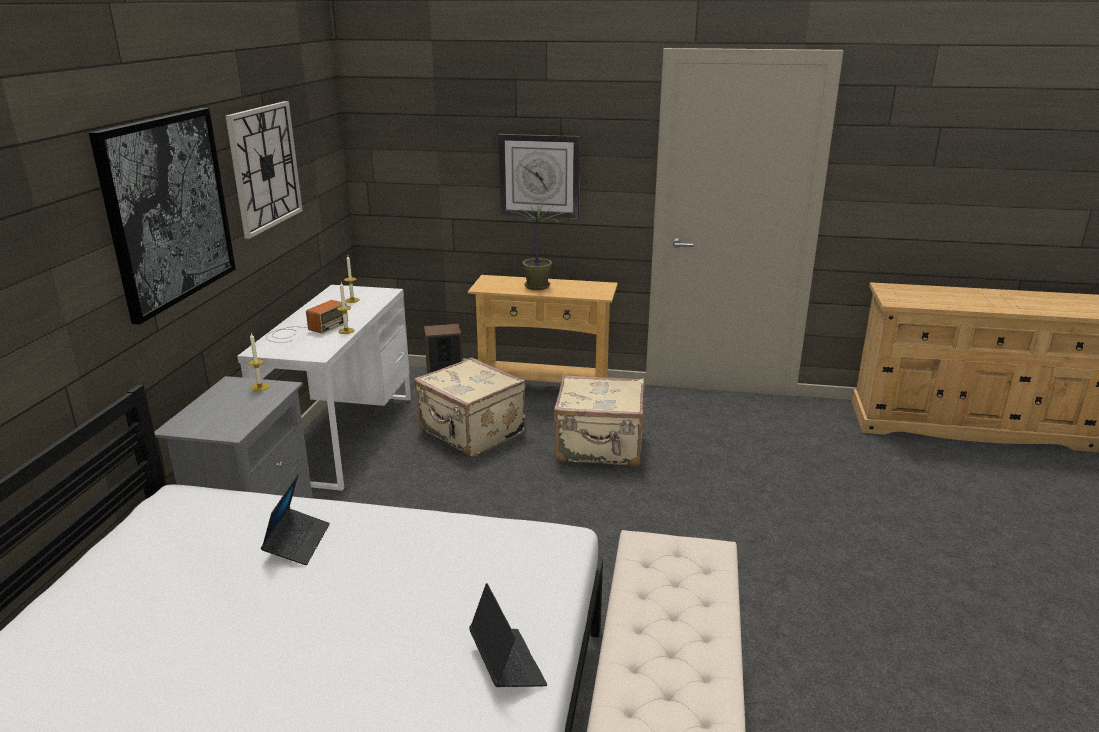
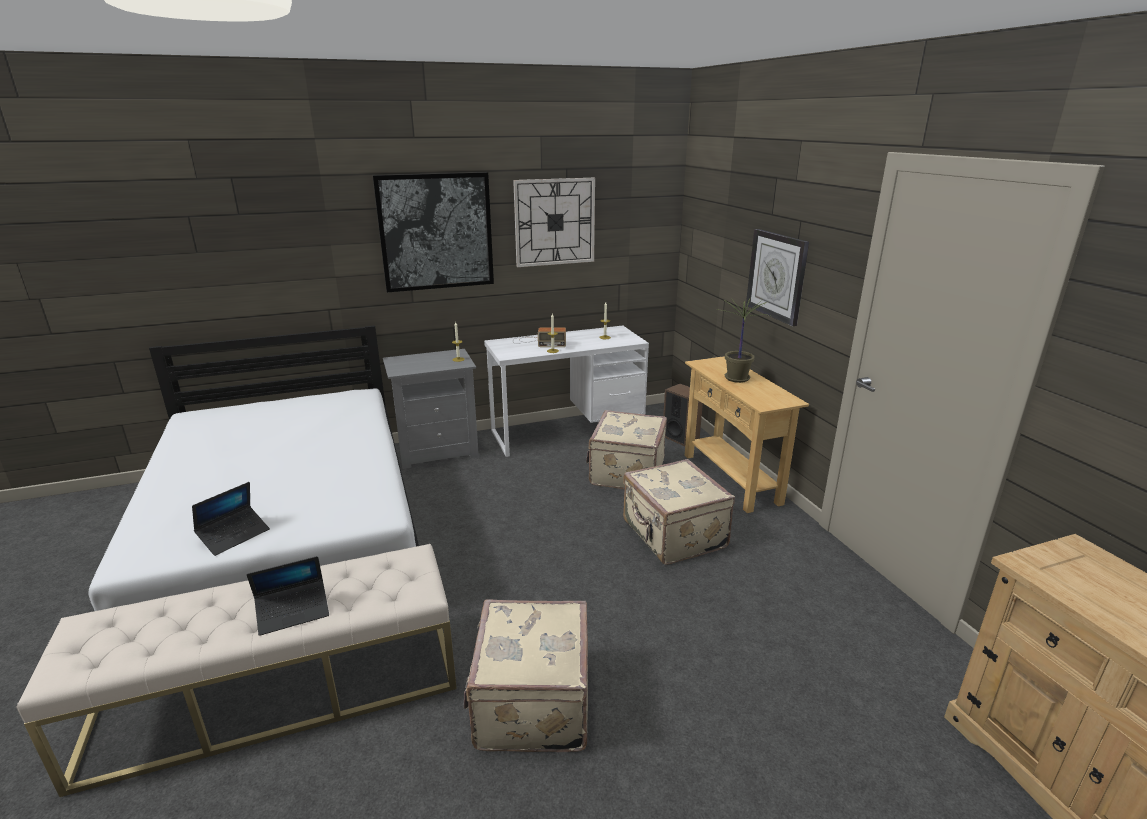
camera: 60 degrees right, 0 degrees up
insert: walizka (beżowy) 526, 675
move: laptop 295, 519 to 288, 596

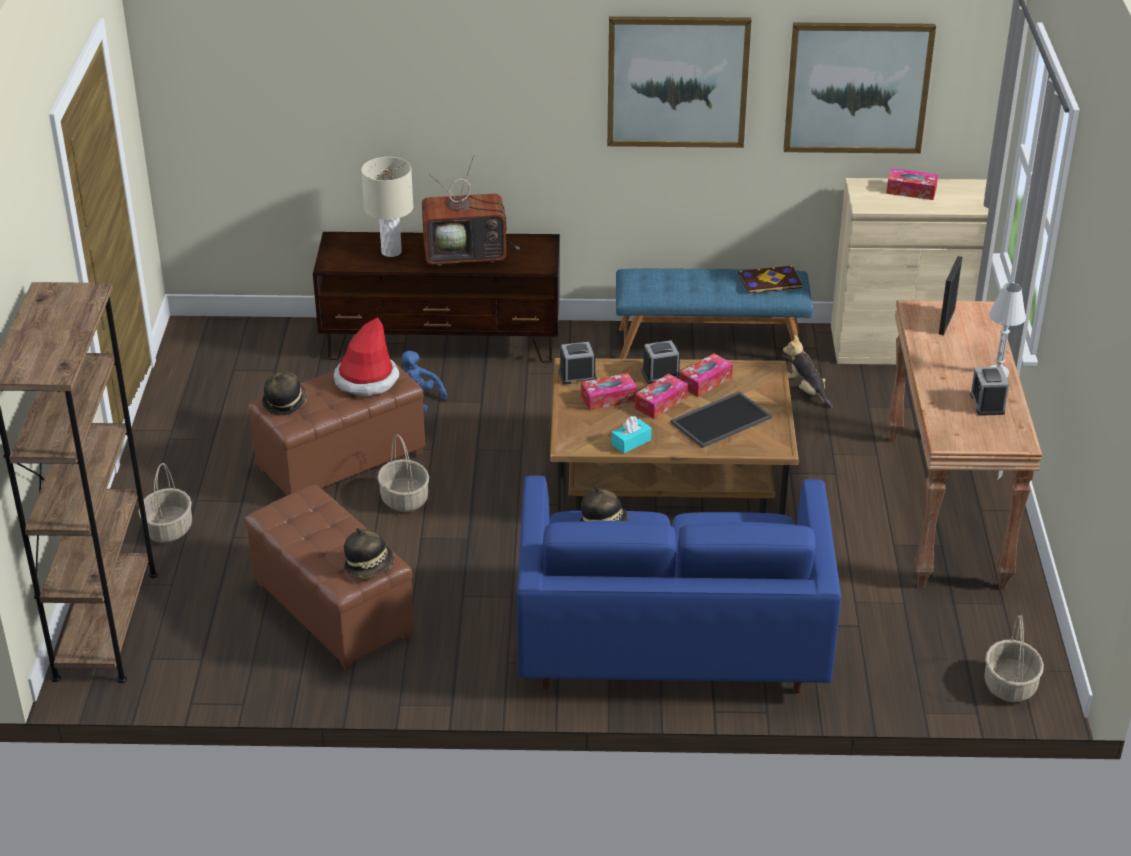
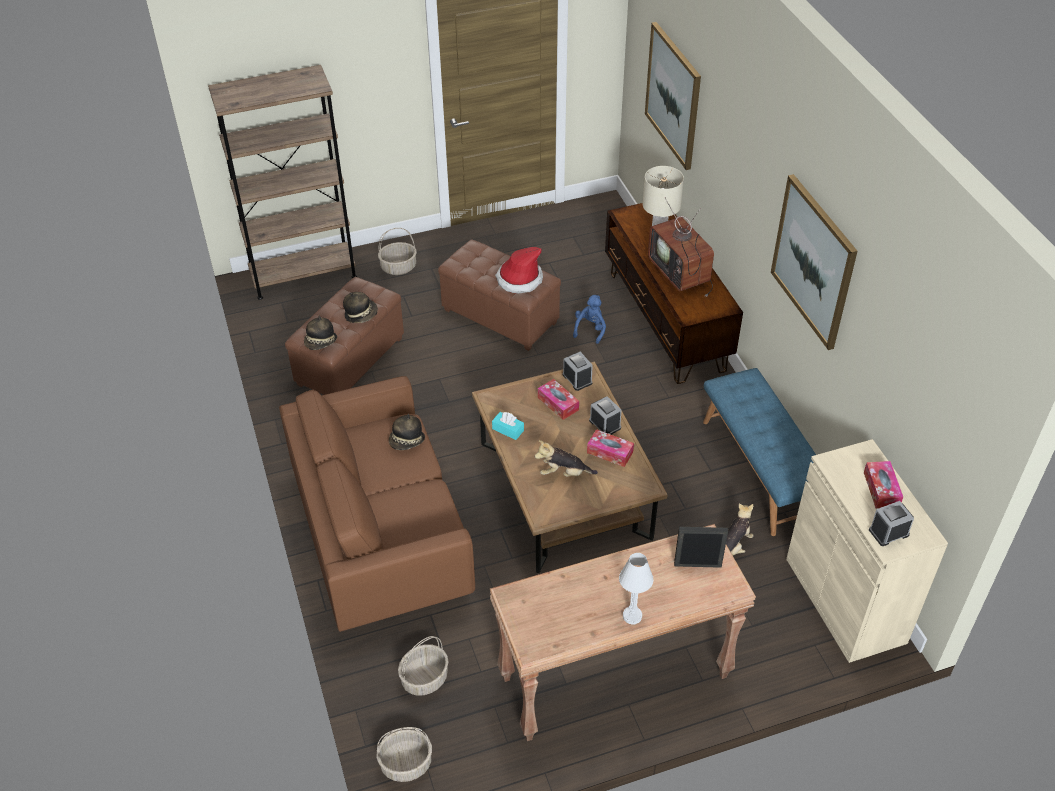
camera: 70 degrees right, 10 degrees up
delete: pudełko chusteczek 661, 396; książka 770, 279
move: kapelusz 285, 393 to 360, 307; koszyk 403, 473 to 423, 665; obraz 860, 88 to 673, 96; budzik 989, 391 to 891, 523
replace: taca 721, 419 to pluszak 566, 458
recolor: kanapa (niebieski) 679, 585 to kanapa (brązowy) 377, 504

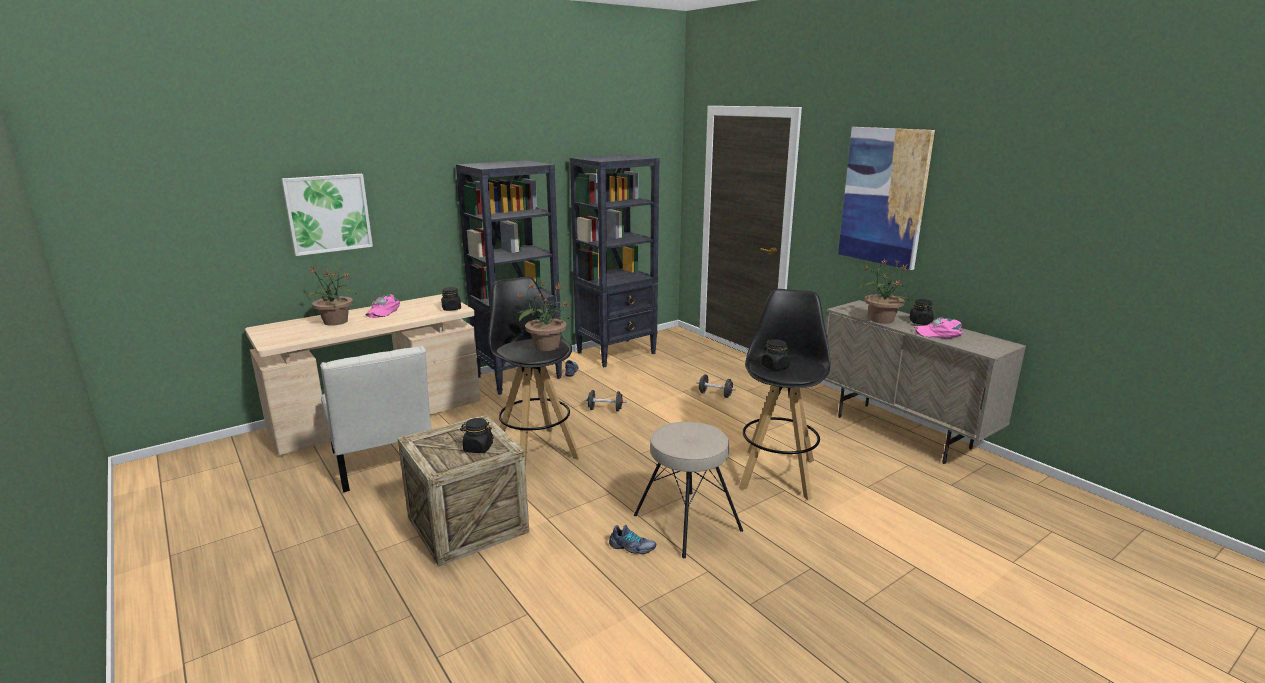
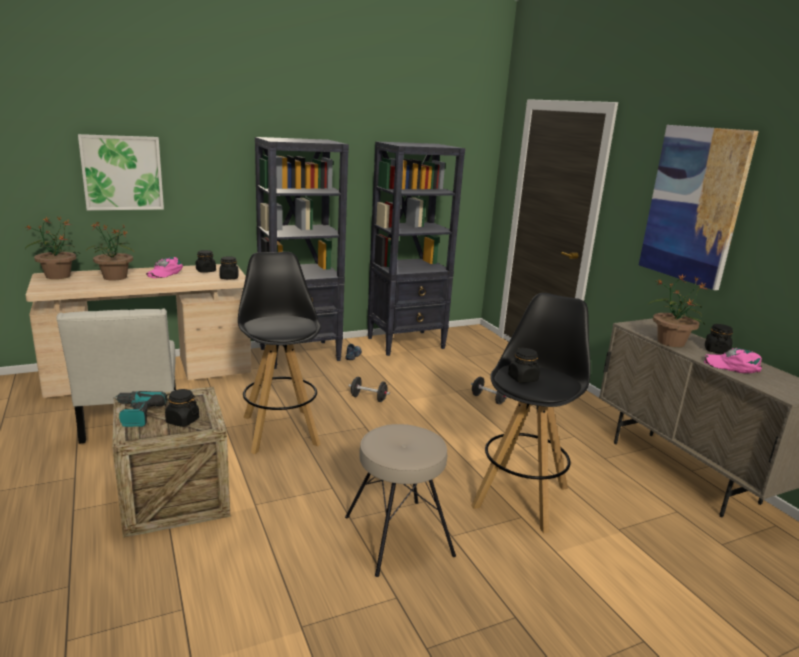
camera: 10 degrees right, 0 degrees up
delete: but 632, 539
insert: wiertarka 140, 409; słoik (czarny) 206, 261
move: roślina doniczkowa 543, 316 to 52, 248

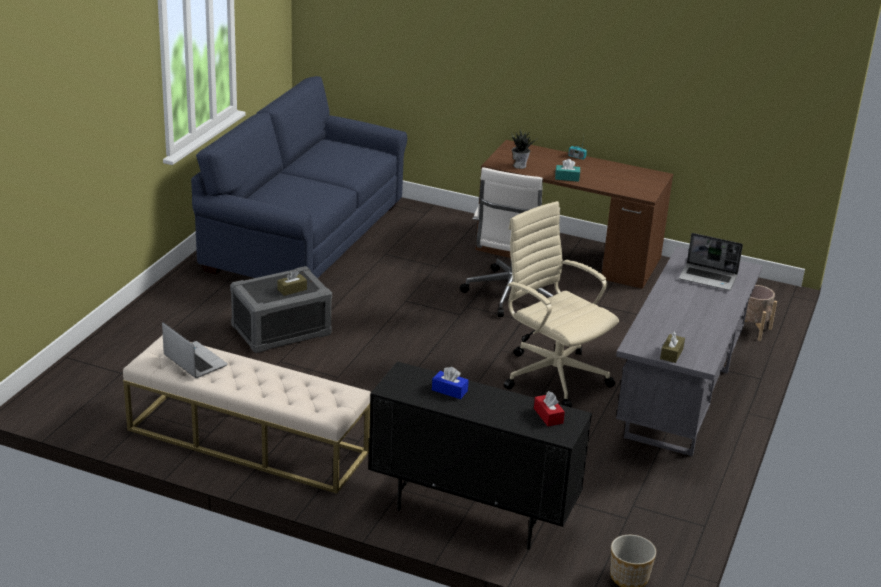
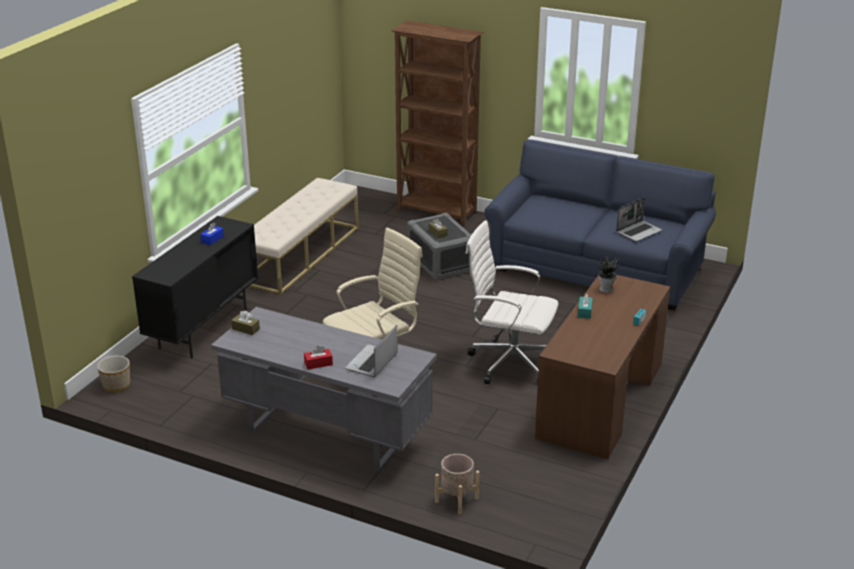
camera: 95 degrees right, 0 degrees up
insert: regał (brązowy) 437, 123
move: laptop 195, 350 to 639, 220; pudełko chusteczek (czerwony) 549, 408 to 318, 357

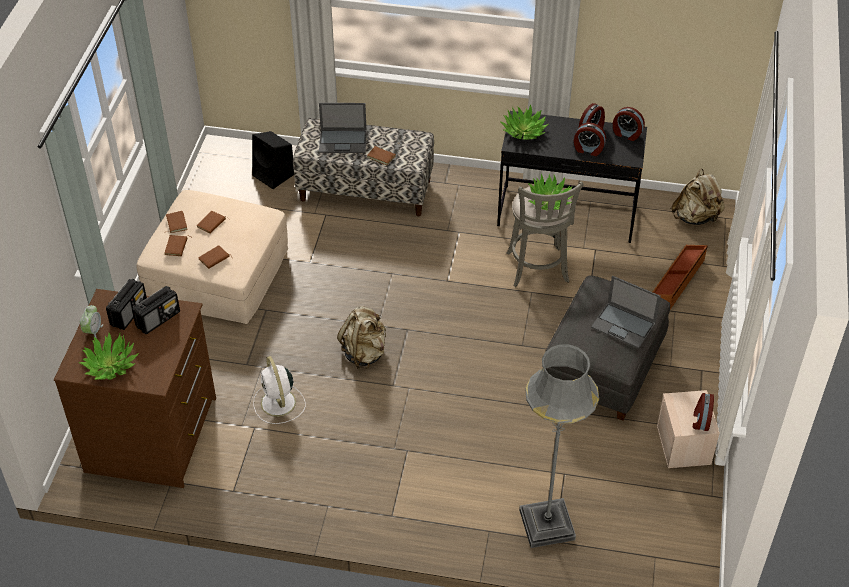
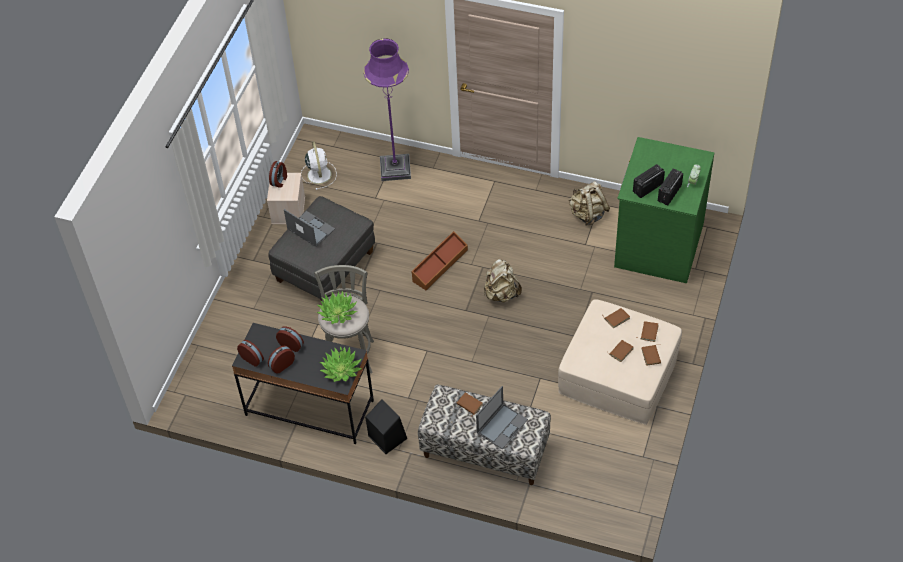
camera: 170 degrees left, 5 degrees up
delete: roślina doniczkowa 109, 356
move: głośnik (czarny) 273, 160 to 386, 426; wentylator (biały) 279, 390 to 319, 165; pojemnik do przechowywania (brązowy) 680, 277 to 439, 260; plecak (beżowy) 698, 197 to 589, 203
recolor: komoda (brązowy) 135, 388 to komoda (zielony) 664, 210; lampa stojąca (szary) 559, 446 to lampa stojąca (fioletowy) 387, 109
rotate: laptop 343, 128 = 502, 417 120 degrees clockwise

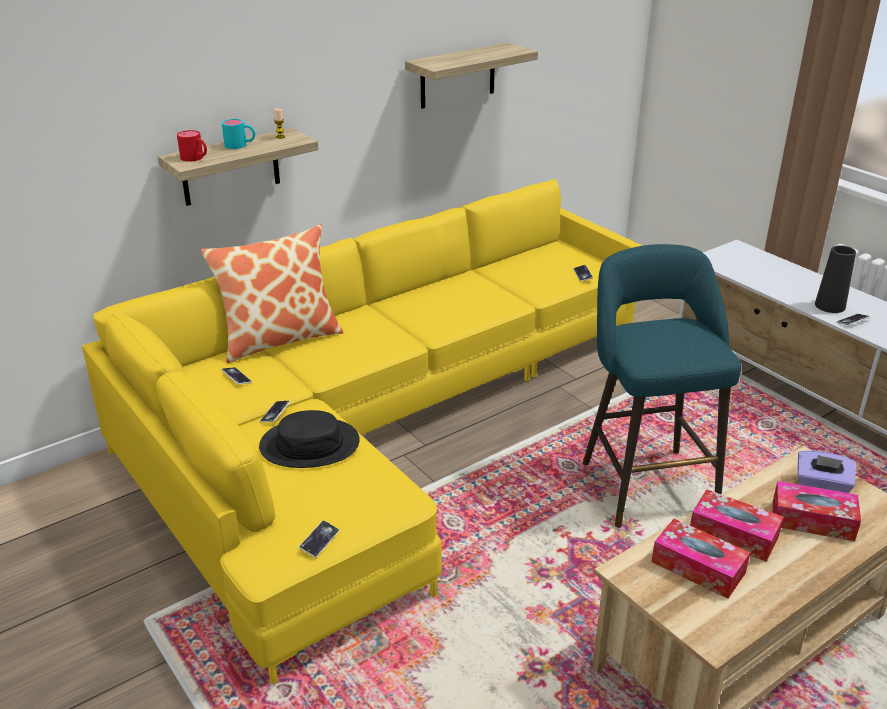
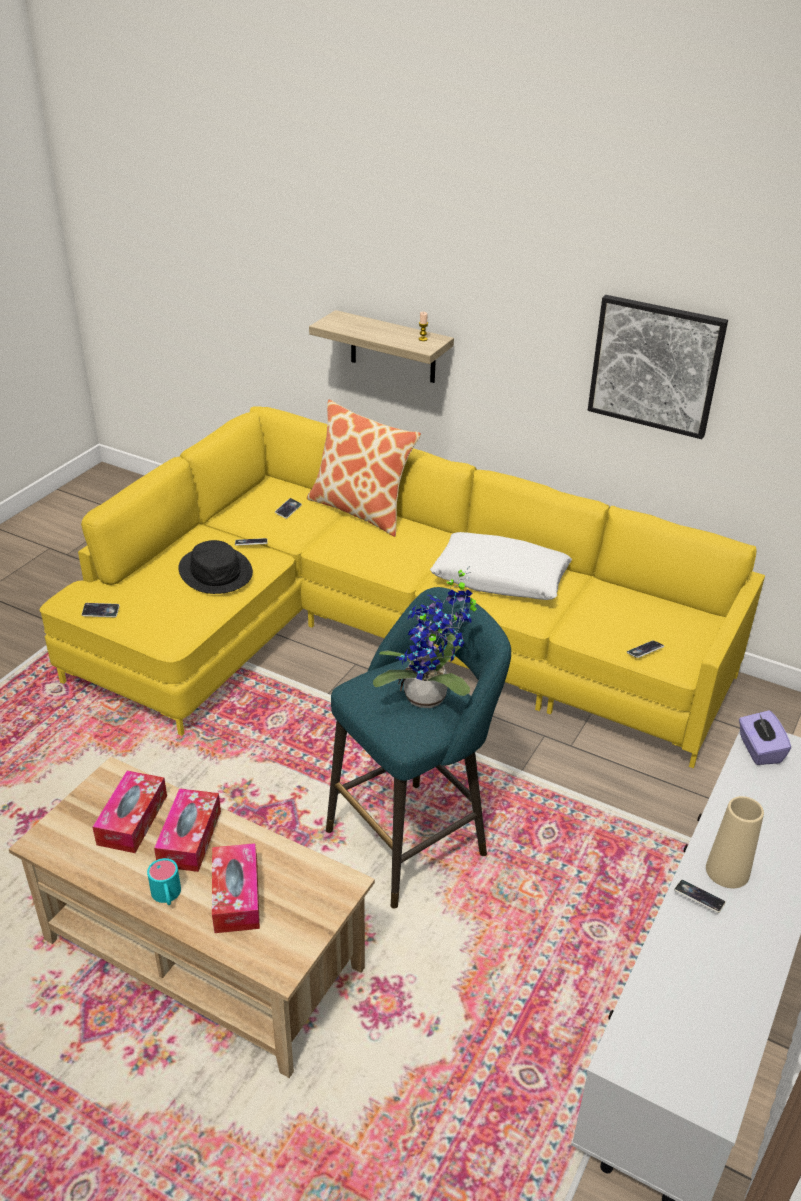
camera: 65 degrees right, 5 degrees up
delete: kubek (czerwony) 192, 146
insert: roślina doniczkowa 425, 637; poduszka (biały) 501, 566
move: kubek (turkusowy) 238, 134 to 164, 881; pudełko chusteczek (fioletowy) 827, 471 to 765, 737
replace: półka 471, 75 to obraz 658, 367
recolor: wazon (czarny) 835, 279 to wazon (beżowy) 735, 842

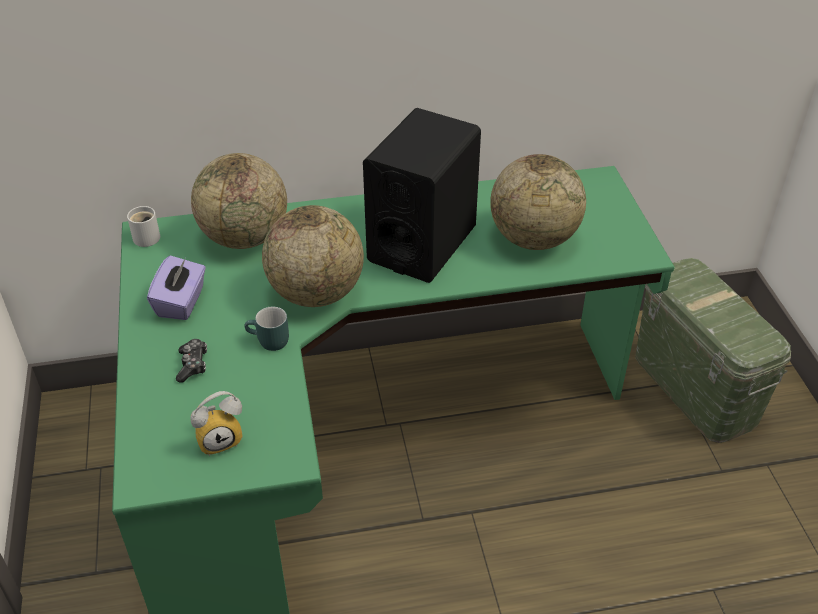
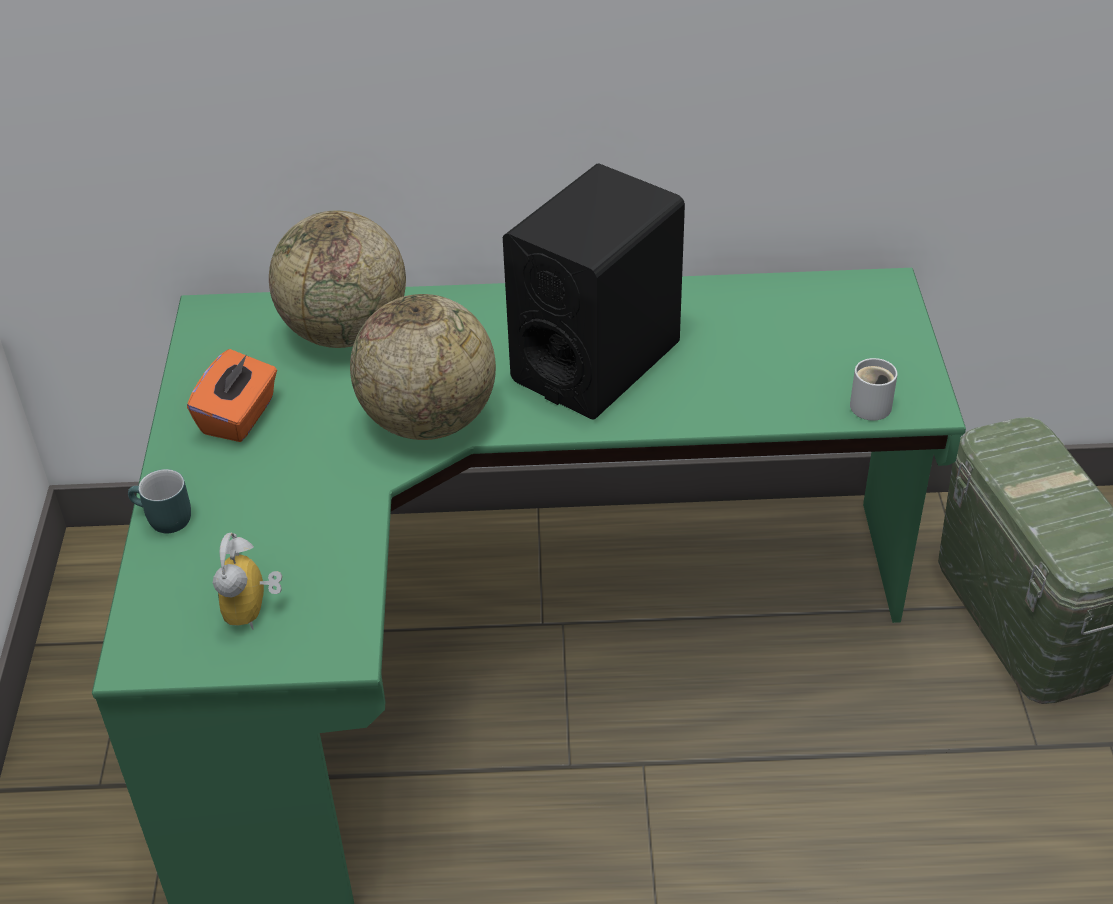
camera: 10 degrees right, 0 degrees up
delete: pad do gier 191, 361; globus 538, 202
move: kubek (biały) 143, 226 to 873, 389; kubek (turkusowy) 266, 328 to 159, 501
recolor: pudełko chusteczek (fioletowy) 176, 287 to pudełko chusteczek (pomarańczowy) 232, 395
rotate: budzik 216, 423 = 247, 581 105 degrees clockwise

